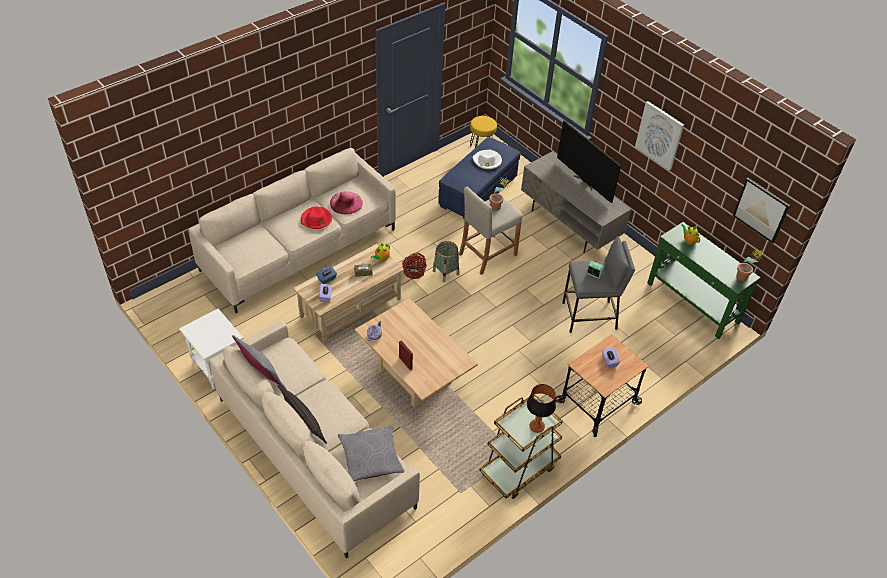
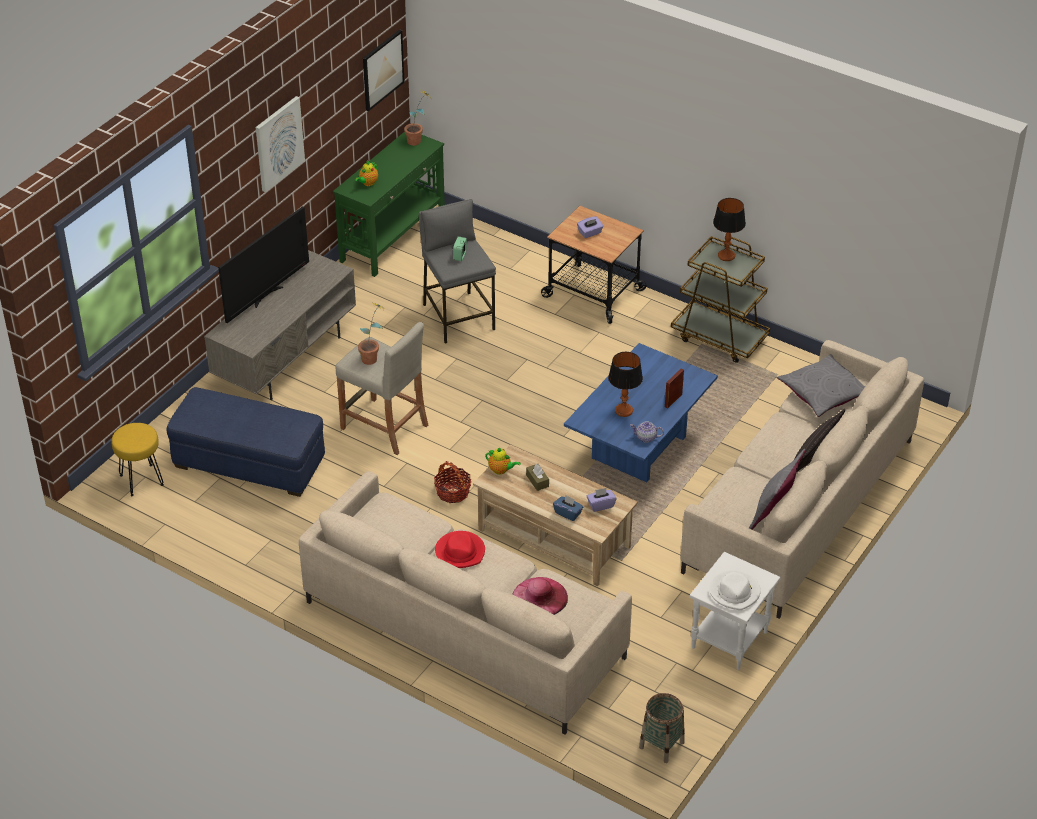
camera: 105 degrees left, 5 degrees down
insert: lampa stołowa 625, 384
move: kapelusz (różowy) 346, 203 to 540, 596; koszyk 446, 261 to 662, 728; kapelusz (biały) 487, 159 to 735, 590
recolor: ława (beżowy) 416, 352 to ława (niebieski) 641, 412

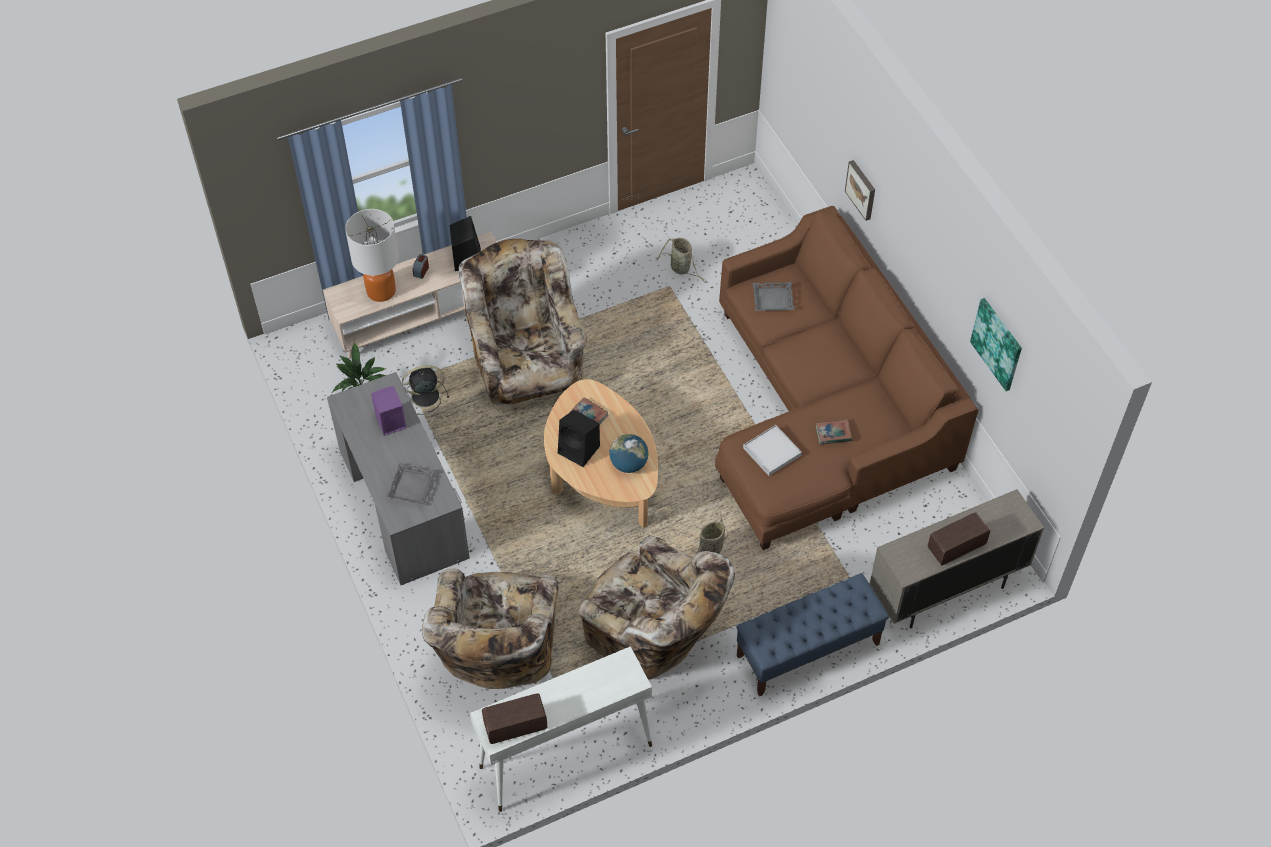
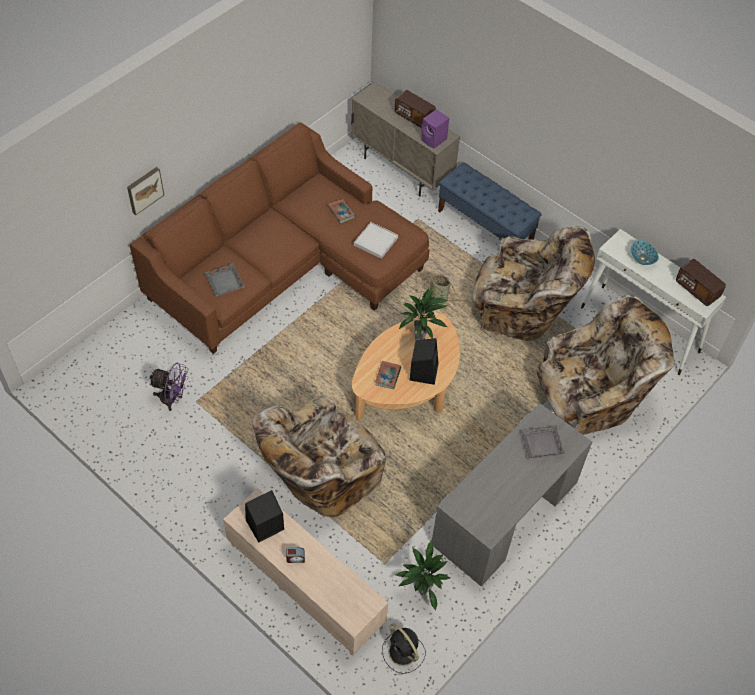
camera: 115 degrees left, 0 degrees up
delete: lampa stołowa 372, 255; obraz 996, 344
insert: miska 645, 252
move: głośnik (fioletowy) 388, 411 to 435, 129; wentylator (czarny) 425, 390 to 404, 648
replace: globus 628, 453 to roślina doniczkowa 423, 313; koszyk 682, 260 to wentylator (fioletowy) 169, 387
rotate: fotel (beżowy) 657, 607 = 533, 283 90 degrees clockwise

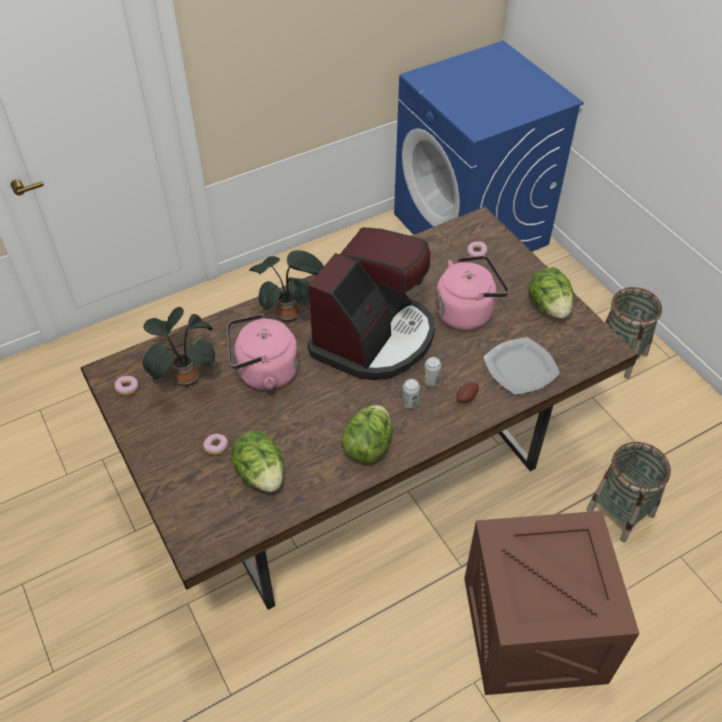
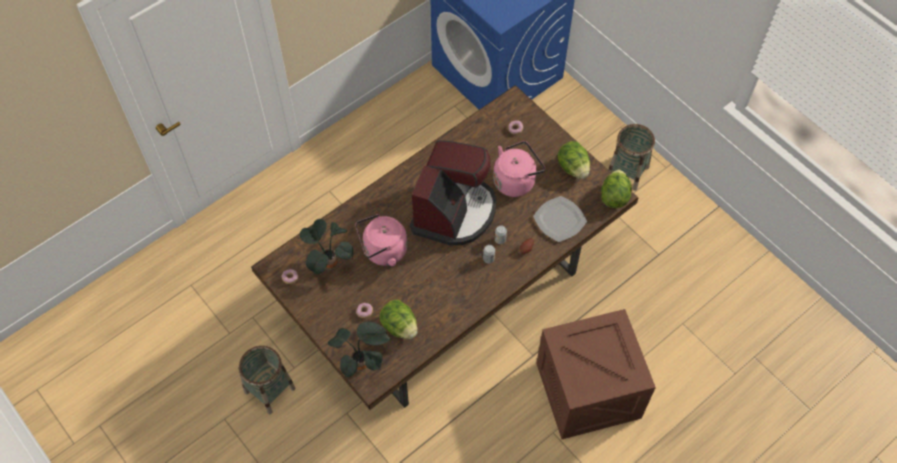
camera: 10 degrees left, 10 degrees up
move: roślina doniczkowa 286, 286 to 359, 349; sałata 367, 434 to 616, 189; koszyk 628, 492 to 266, 380

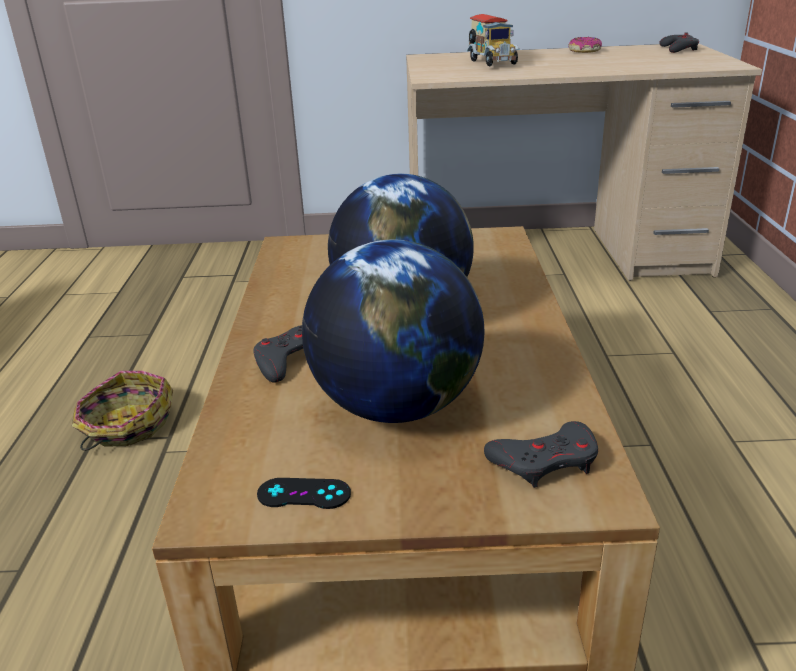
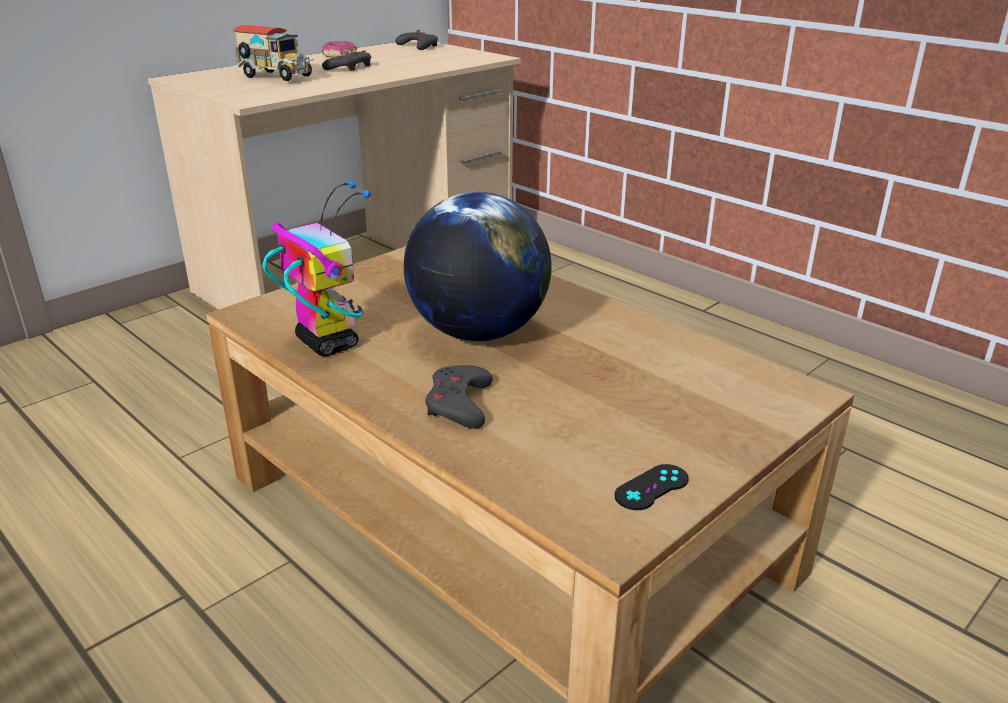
camera: 45 degrees left, 0 degrees up
delete: koszyk 122, 411; globus 393, 331
insert: robot zabawkowy 316, 268
move: pad do gier (szary) 541, 454 to 346, 60

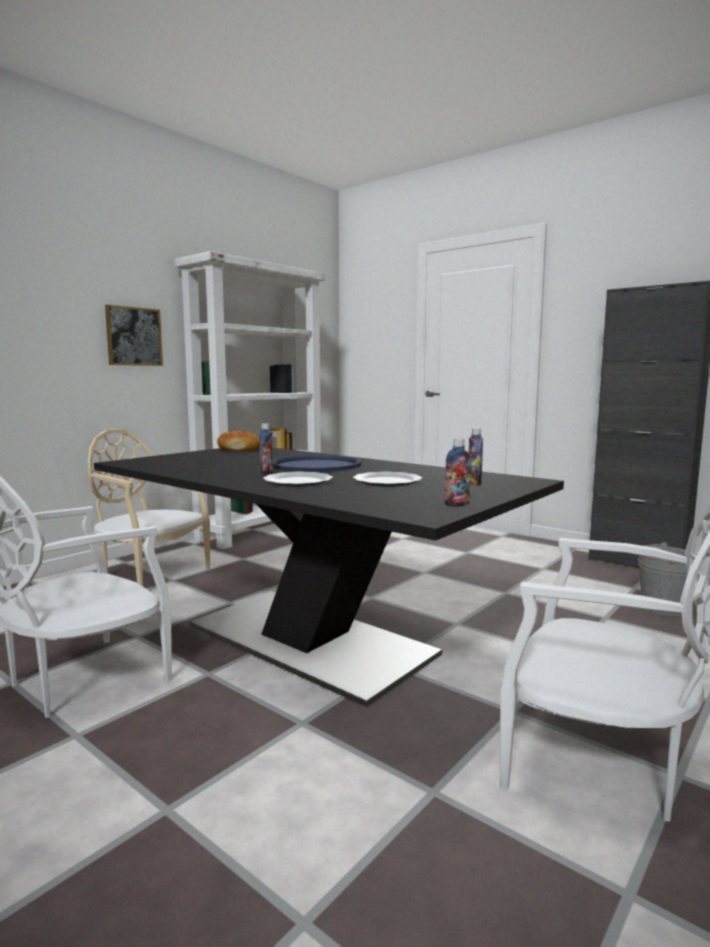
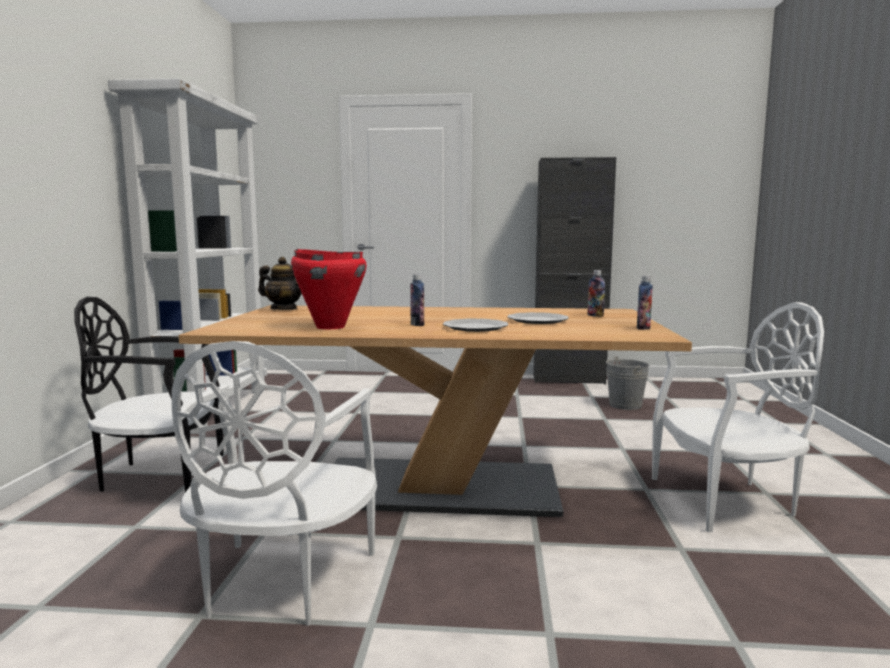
camera: 35 degrees left, 0 degrees up
delete: obraz 134, 335; taca (niebieski) 317, 463
insert: garnek (czerwony) 329, 289
replace: chleb 238, 440 to imbryk 280, 283
recolor: krzesło (beżowy) 149, 507 to krzesło (czarny) 149, 394; stół jadalny (czarny) 329, 577 to stół jadalny (beżowy) 435, 411

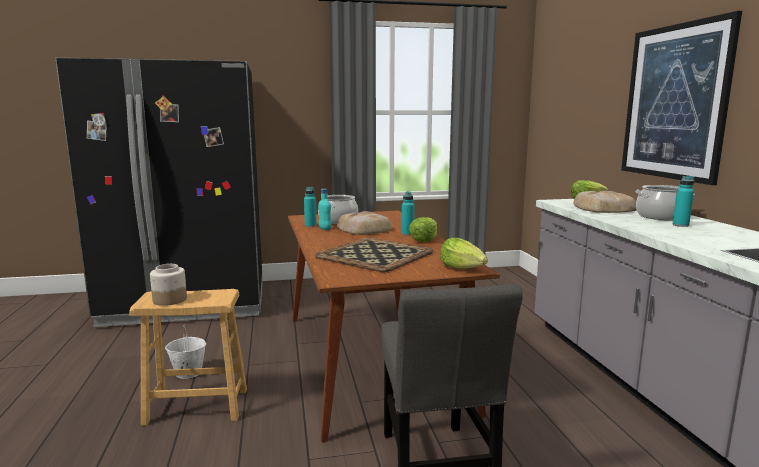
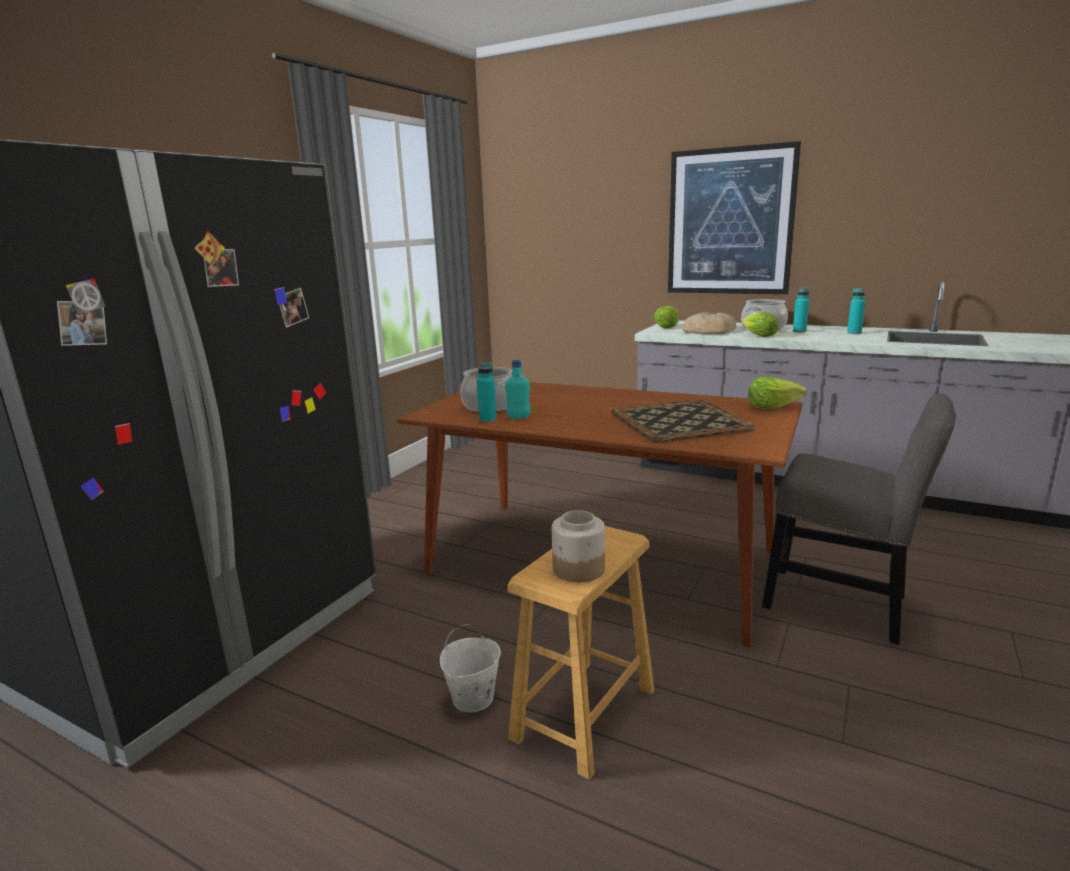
camera: 50 degrees left, 5 degrees up
delete: chleb 364, 223
move: butelka (turkusowy) 407, 213 to 856, 311; sałata 423, 229 to 760, 324

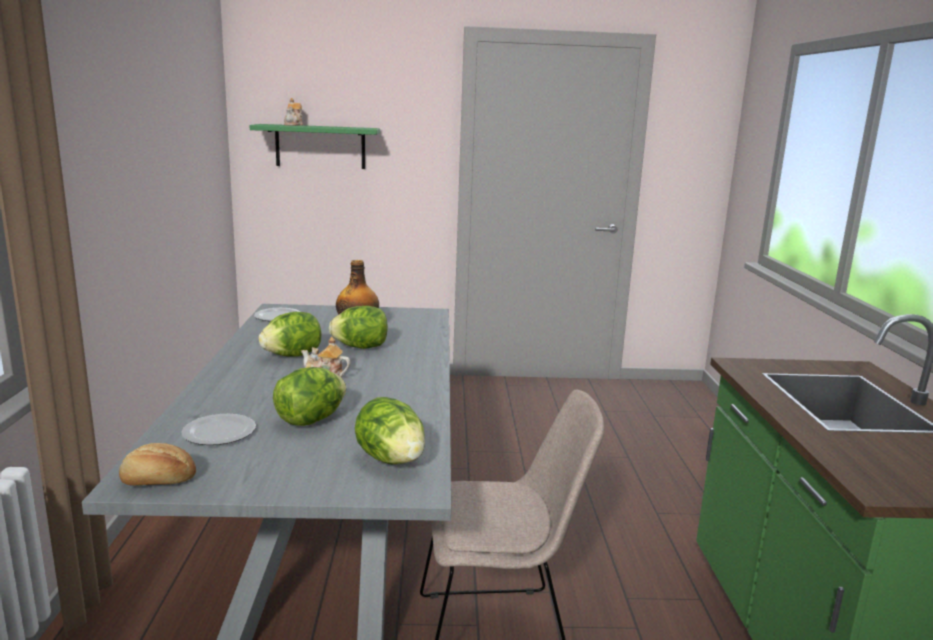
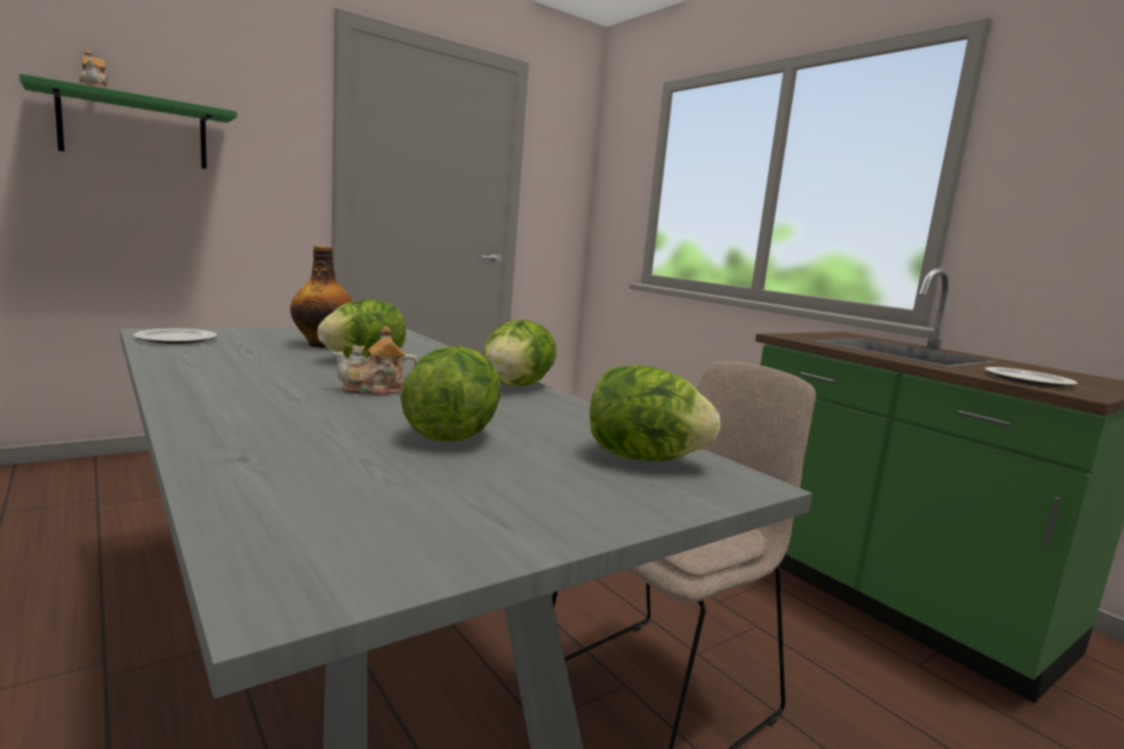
camera: 35 degrees left, 5 degrees down
delete: chleb 157, 464
move: talerz 218, 429 to 1031, 377; sałata 290, 334 to 520, 352

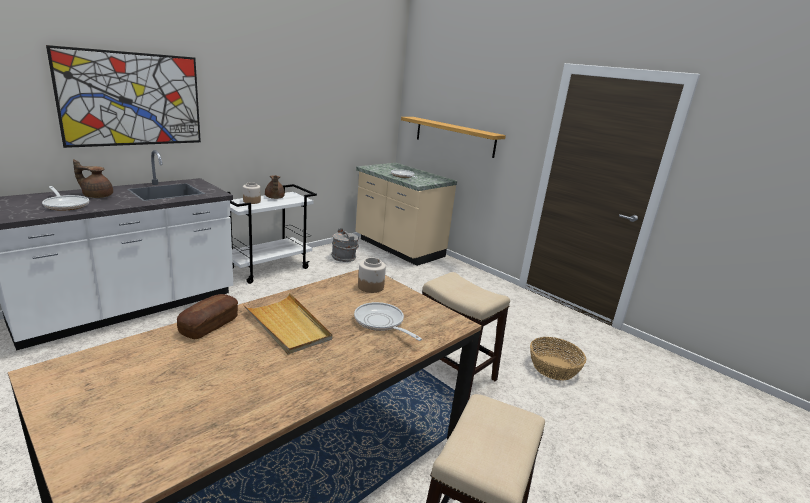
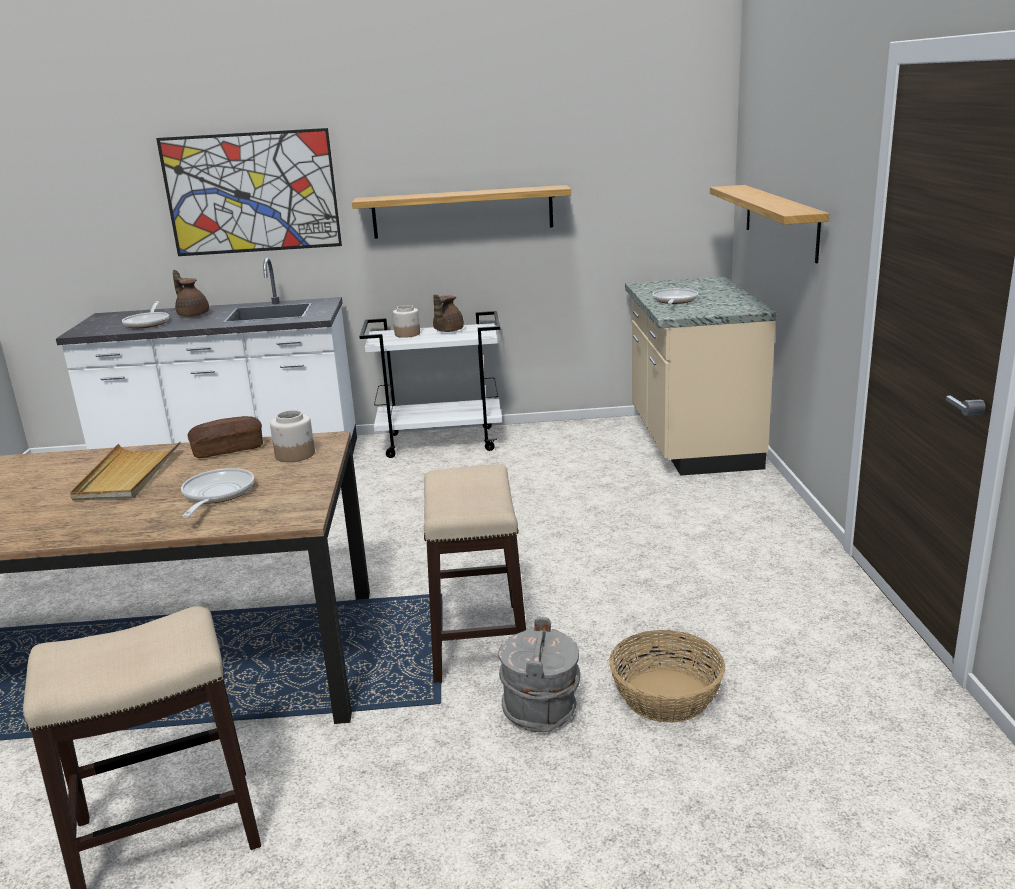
camera: 45 degrees right, 0 degrees up
insert: półka 461, 212
move: chleb 207, 316 to 225, 437; wiadro (szary) 345, 245 to 539, 674

